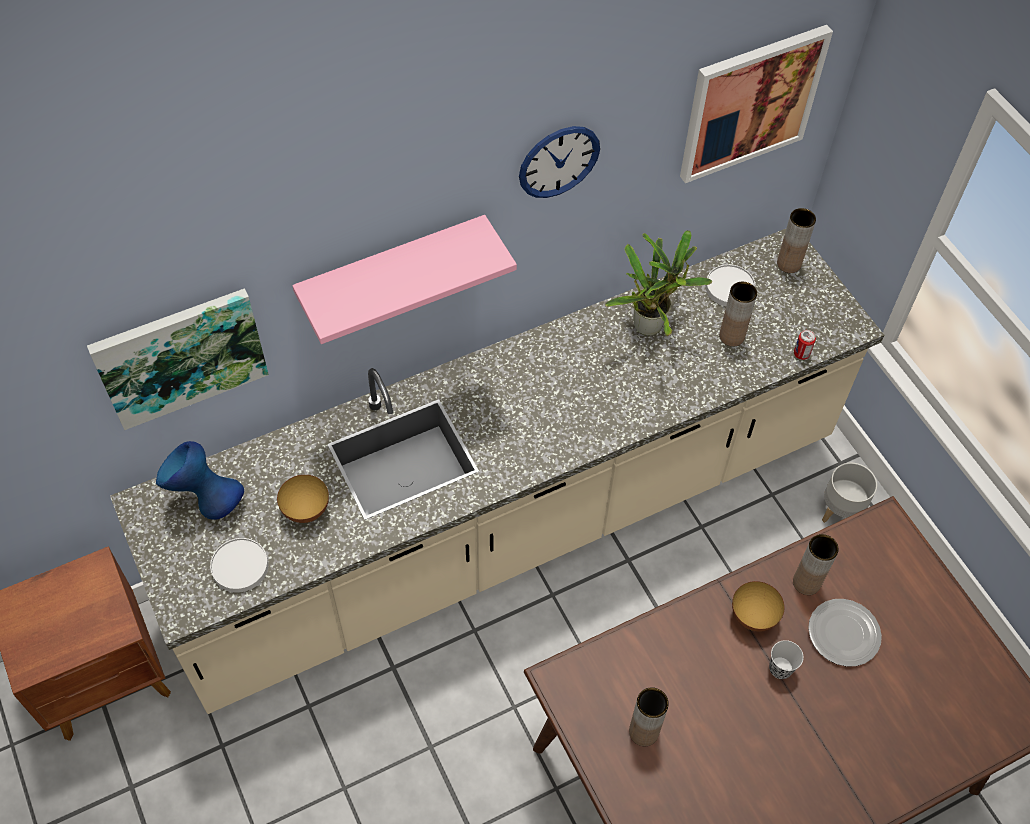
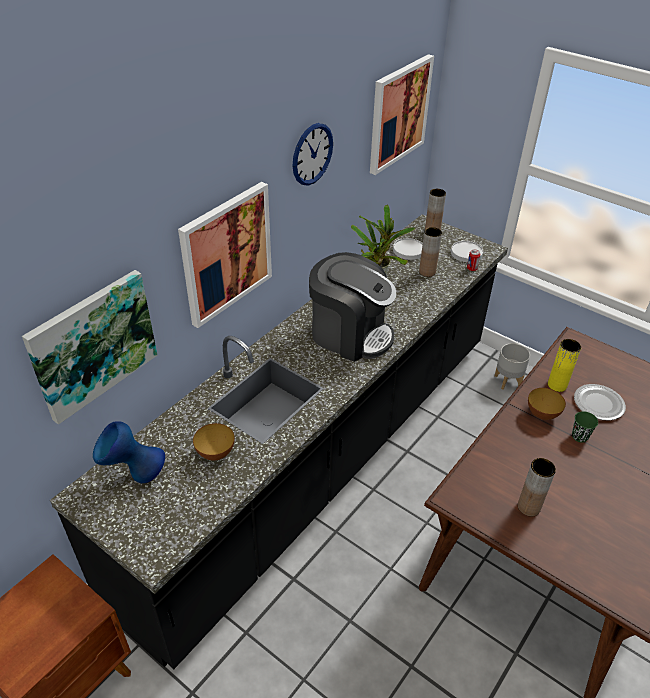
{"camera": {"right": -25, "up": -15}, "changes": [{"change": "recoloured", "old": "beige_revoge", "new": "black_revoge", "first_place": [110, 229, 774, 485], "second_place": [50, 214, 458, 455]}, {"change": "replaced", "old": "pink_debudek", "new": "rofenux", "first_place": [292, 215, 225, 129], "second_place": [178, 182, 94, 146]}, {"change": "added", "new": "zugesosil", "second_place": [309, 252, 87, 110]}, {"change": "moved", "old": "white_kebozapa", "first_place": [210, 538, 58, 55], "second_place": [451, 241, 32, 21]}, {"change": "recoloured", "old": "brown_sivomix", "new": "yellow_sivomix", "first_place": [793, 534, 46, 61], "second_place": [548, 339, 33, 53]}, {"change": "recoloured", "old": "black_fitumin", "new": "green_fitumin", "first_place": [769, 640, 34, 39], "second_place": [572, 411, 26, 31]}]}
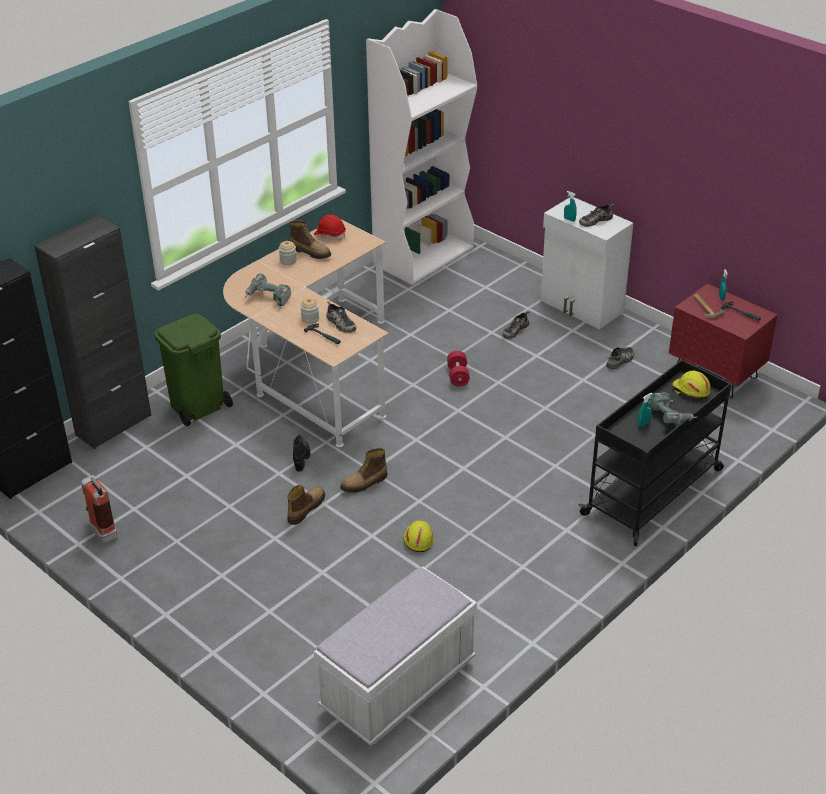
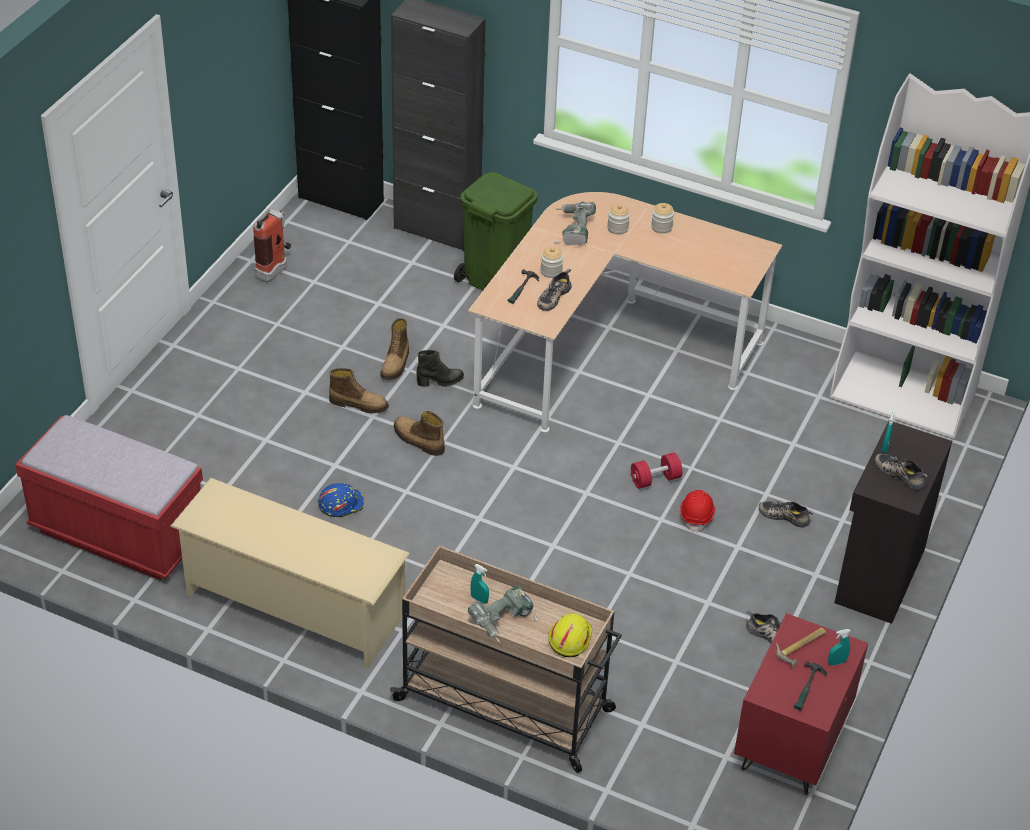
{"camera": {"right": 70, "up": 5}, "changes": [{"change": "recoloured", "old": "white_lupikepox", "new": "red_lupikepox", "first_place": [314, 567, 163, 179], "second_place": [15, 415, 188, 165]}, {"change": "added", "new": "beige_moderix", "second_place": [170, 478, 240, 190]}, {"change": "recoloured", "old": "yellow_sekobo", "new": "blue_sekobo", "first_place": [403, 521, 31, 31], "second_place": [318, 483, 46, 34]}, {"change": "moved", "old": "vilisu", "first_place": [290, 220, 41, 39], "second_place": [380, 318, 29, 62]}, {"change": "recoloured", "old": "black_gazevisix", "new": "beige_gazevisix", "first_place": [578, 359, 153, 187], "second_place": [390, 546, 232, 227]}, {"change": "added", "new": "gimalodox", "second_place": [607, 204, 23, 31]}, {"change": "moved", "old": "red_sekobo", "first_place": [314, 215, 32, 25], "second_place": [680, 490, 35, 42]}, {"change": "recoloured", "old": "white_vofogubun", "new": "black_vofogubun", "first_place": [541, 197, 92, 132], "second_place": [834, 421, 118, 203]}]}
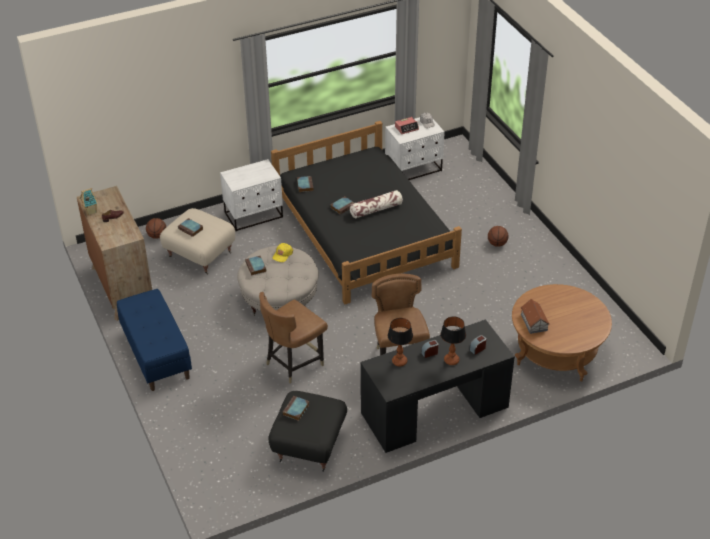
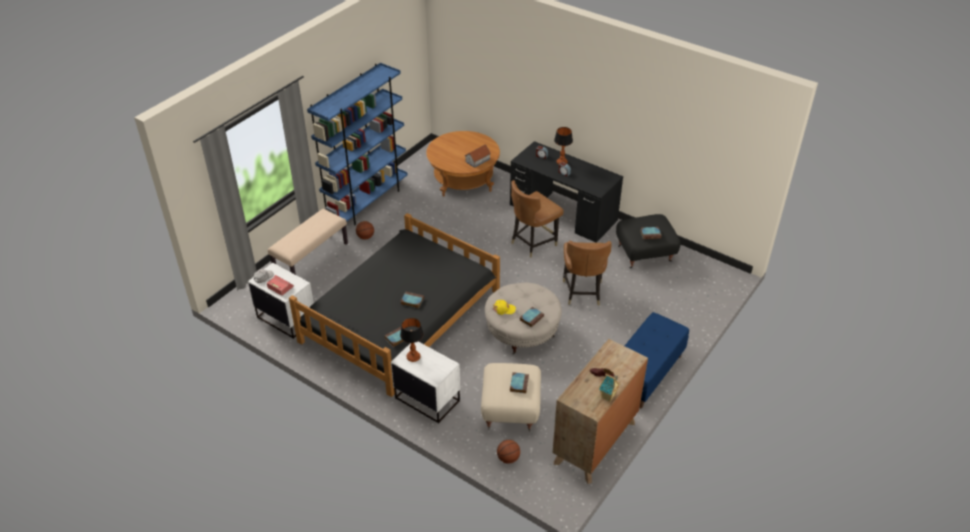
{"camera": {"right": -120, "up": 0}, "changes": [{"change": "added", "new": "beige_lupikepox", "second_place": [268, 209, 80, 66]}, {"change": "added", "new": "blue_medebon", "second_place": [307, 63, 101, 163]}, {"change": "moved", "old": "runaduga", "first_place": [388, 318, 25, 49], "second_place": [400, 318, 24, 44]}, {"change": "turned", "old": "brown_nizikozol", "first_place": [259, 292, 69, 91], "second_place": [563, 241, 49, 64], "degrees": 75}, {"change": "removed", "old": "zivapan", "first_place": [350, 190, 53, 28]}]}
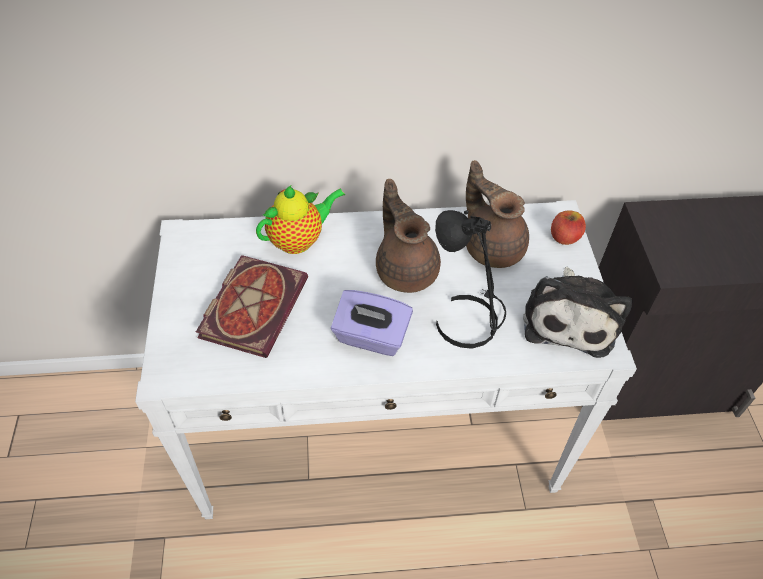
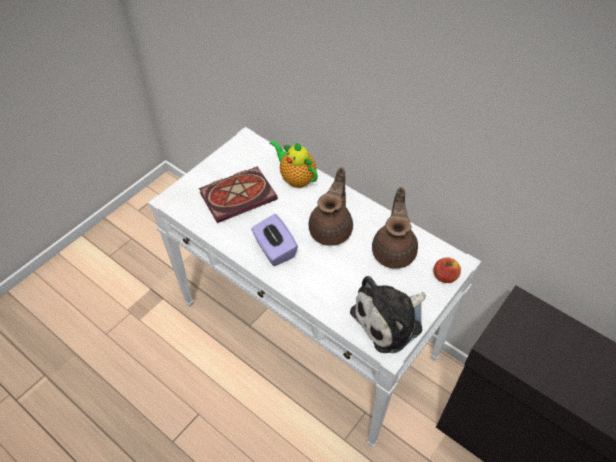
{"camera": {"right": 45, "up": 0}, "changes": [{"change": "turned", "old": "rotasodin", "first_place": [256, 185, 89, 69], "second_place": [269, 140, 49, 48], "degrees": -150}, {"change": "removed", "old": "black_runaduga", "first_place": [435, 210, 71, 139]}]}
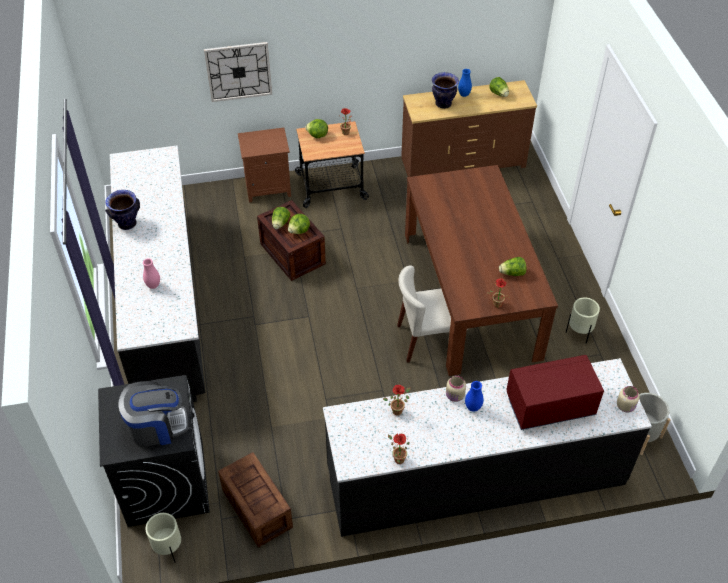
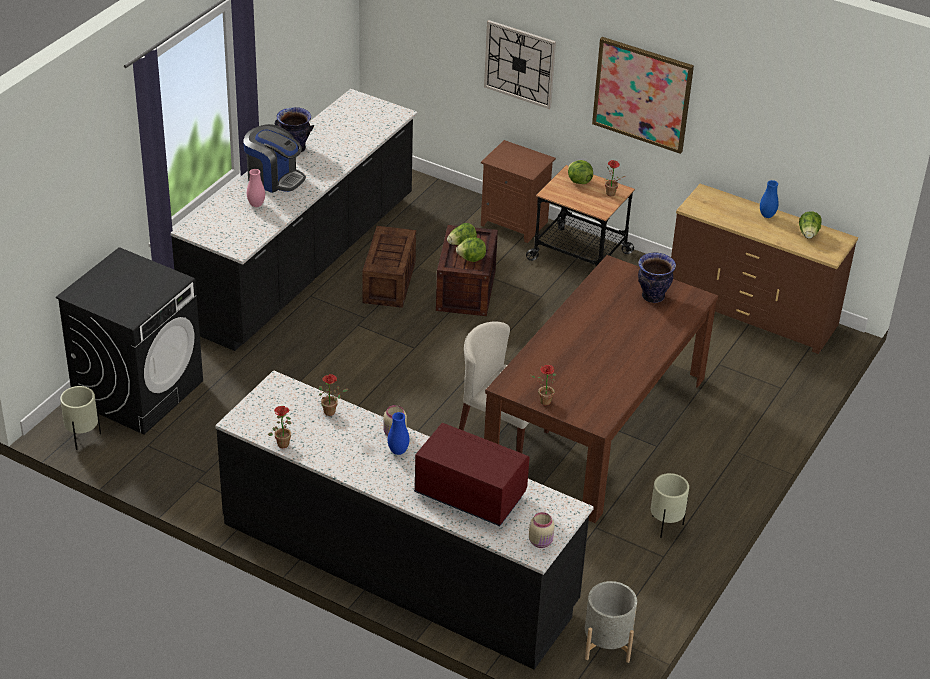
{"camera": {"right": 40, "up": -10}, "changes": [{"change": "moved", "old": "zugesosil", "first_place": [118, 381, 71, 65], "second_place": [243, 124, 63, 69]}, {"change": "moved", "old": "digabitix", "first_place": [218, 452, 75, 96], "second_place": [363, 226, 53, 82]}, {"change": "added", "new": "rofenux", "second_place": [592, 37, 102, 117]}, {"change": "moved", "old": "sivomix", "first_place": [432, 72, 27, 37], "second_place": [638, 253, 38, 50]}, {"change": "removed", "old": "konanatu", "first_place": [499, 257, 27, 19]}]}
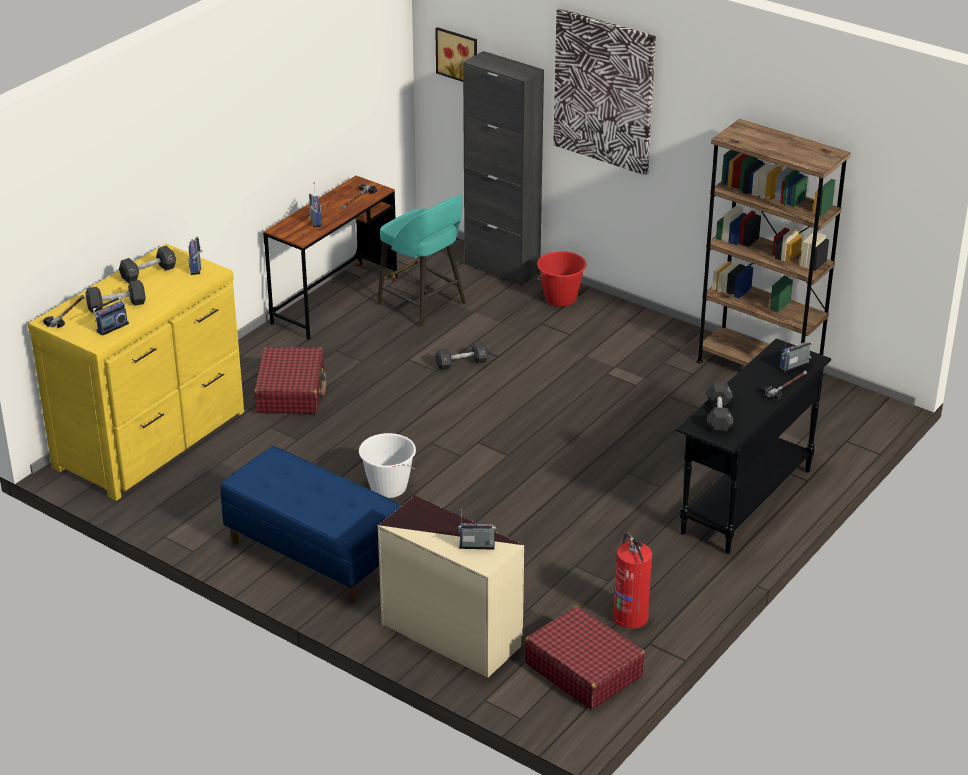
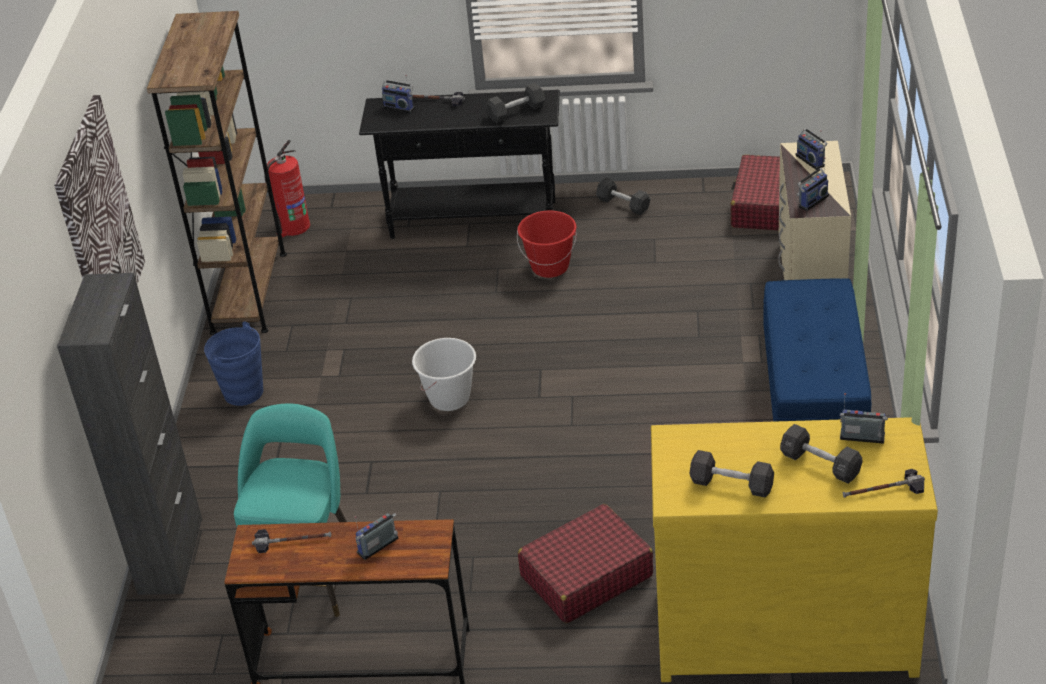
{"camera": {"right": -120, "up": 5}, "changes": [{"change": "added", "new": "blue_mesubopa", "second_place": [204, 321, 59, 85]}, {"change": "moved", "old": "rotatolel", "first_place": [613, 532, 39, 97], "second_place": [264, 140, 46, 98]}, {"change": "moved", "old": "white_mesubopa", "first_place": [359, 433, 57, 65], "second_place": [412, 338, 64, 73]}, {"change": "moved", "old": "red_mesubopa", "first_place": [537, 251, 50, 56], "second_place": [517, 211, 60, 67]}, {"change": "moved", "old": "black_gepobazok", "first_place": [435, 341, 53, 30], "second_place": [596, 178, 54, 37]}, {"change": "moved", "old": "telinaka", "first_place": [188, 237, 15, 38], "second_place": [797, 157, 32, 54]}, {"change": "removed", "old": "rofenux", "first_place": [435, 27, 42, 55]}]}
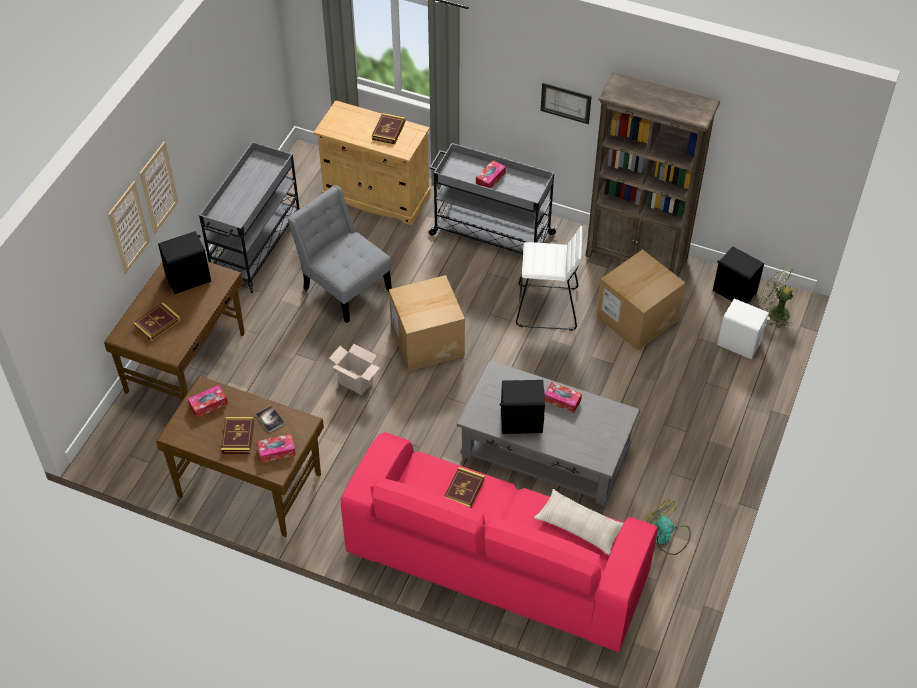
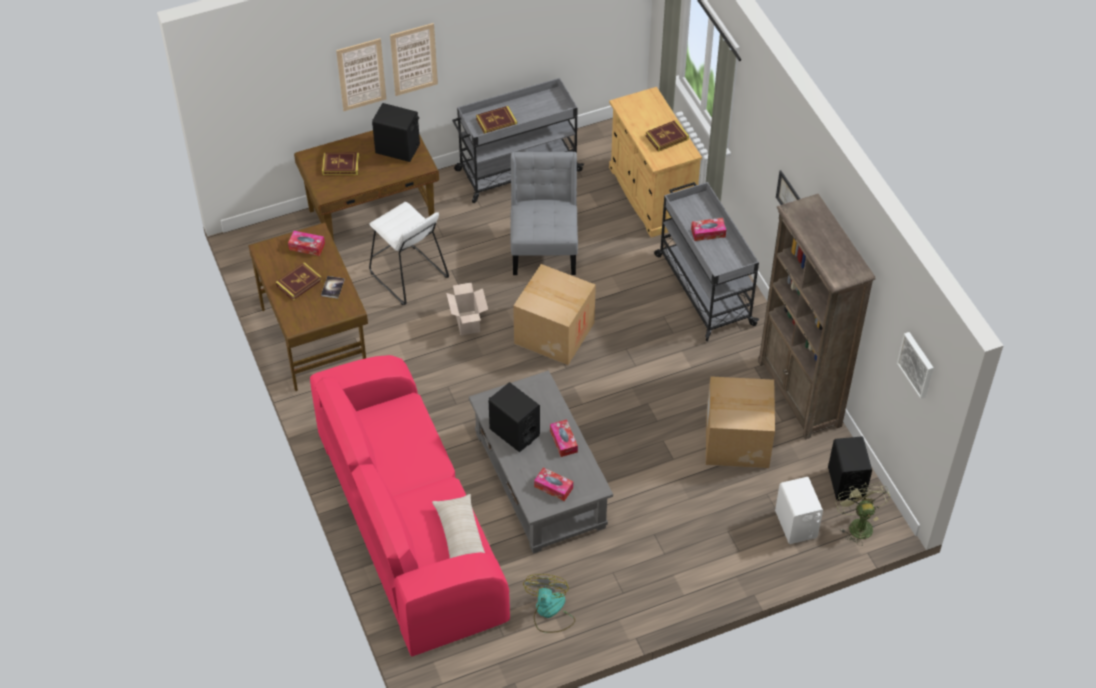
{"camera": {"right": 45, "up": 0}, "changes": [{"change": "moved", "old": "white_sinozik", "first_place": [516, 226, 66, 105], "second_place": [369, 202, 80, 103]}, {"change": "moved", "old": "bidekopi", "first_place": [444, 467, 41, 41], "second_place": [476, 106, 41, 28]}, {"change": "moved", "old": "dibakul", "first_place": [257, 434, 39, 29], "second_place": [534, 467, 39, 34]}, {"change": "added", "new": "rofenux", "second_place": [897, 332, 37, 67]}]}
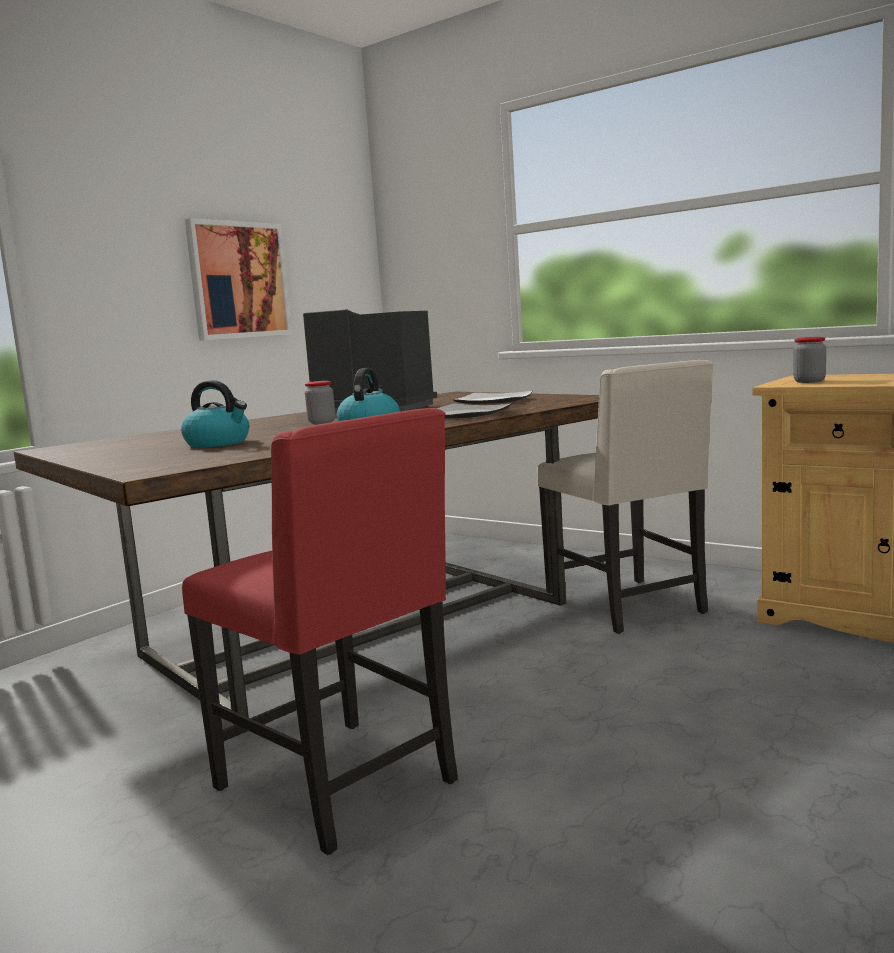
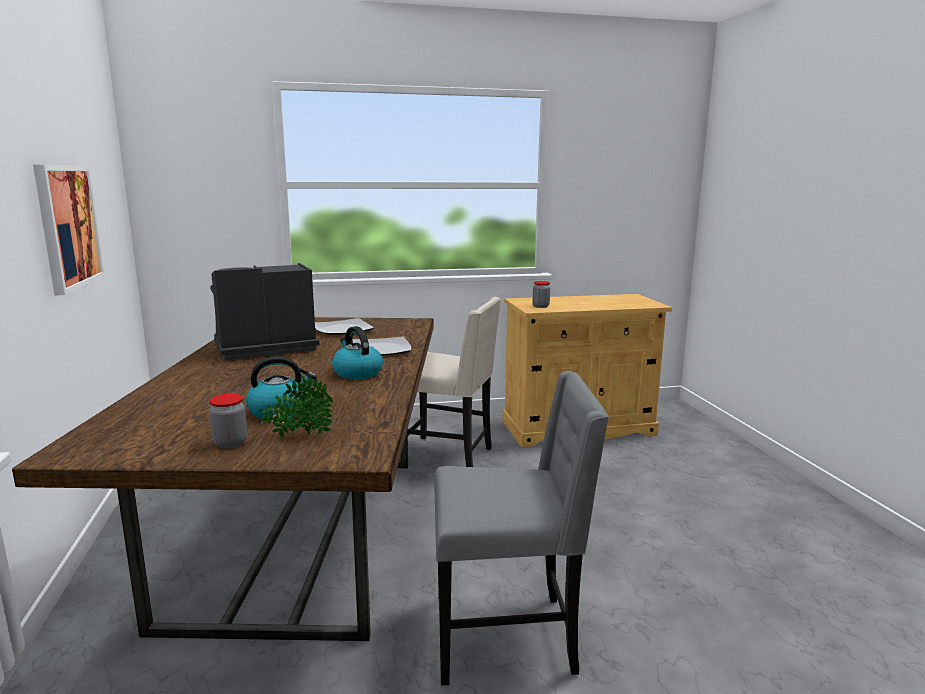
{"camera": {"right": -50, "up": 5}, "changes": [{"change": "moved", "old": "gimalodox", "first_place": [305, 381, 30, 43], "second_place": [209, 394, 38, 55]}, {"change": "added", "new": "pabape", "second_place": [260, 376, 73, 62]}, {"change": "recoloured", "old": "red_nizikozol", "new": "grey_nizikozol", "first_place": [182, 408, 276, 447], "second_place": [434, 371, 175, 314]}]}
